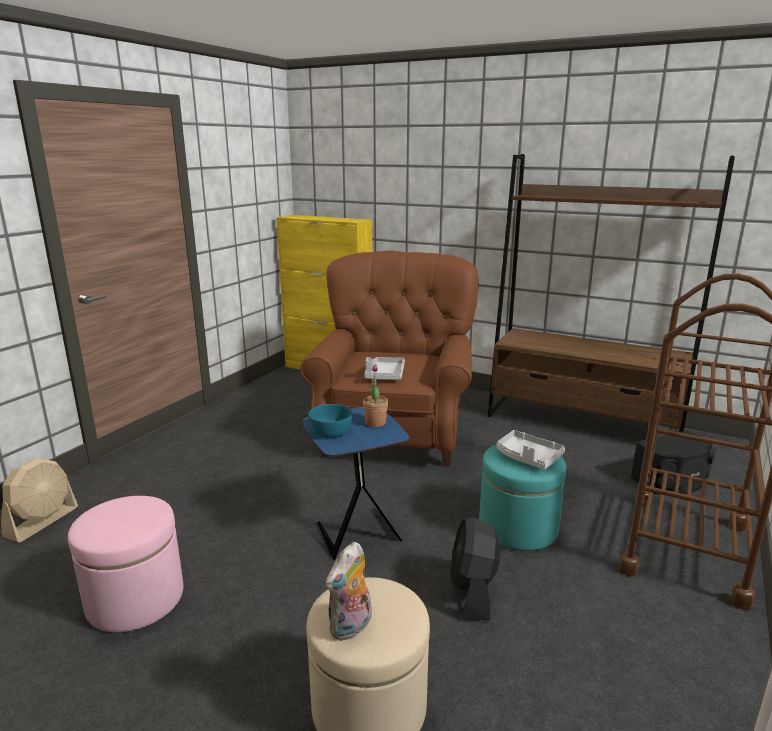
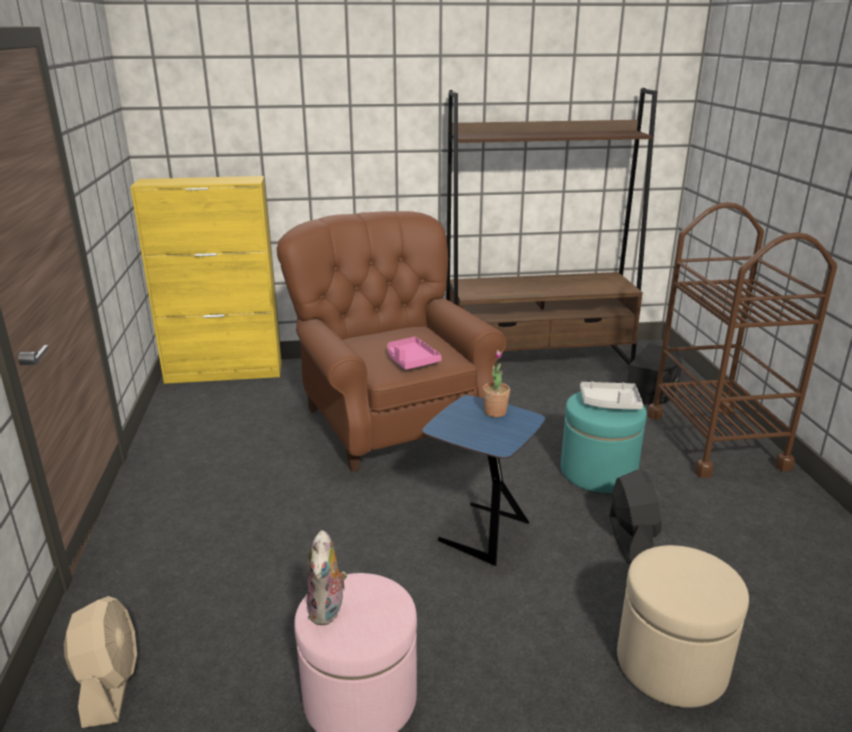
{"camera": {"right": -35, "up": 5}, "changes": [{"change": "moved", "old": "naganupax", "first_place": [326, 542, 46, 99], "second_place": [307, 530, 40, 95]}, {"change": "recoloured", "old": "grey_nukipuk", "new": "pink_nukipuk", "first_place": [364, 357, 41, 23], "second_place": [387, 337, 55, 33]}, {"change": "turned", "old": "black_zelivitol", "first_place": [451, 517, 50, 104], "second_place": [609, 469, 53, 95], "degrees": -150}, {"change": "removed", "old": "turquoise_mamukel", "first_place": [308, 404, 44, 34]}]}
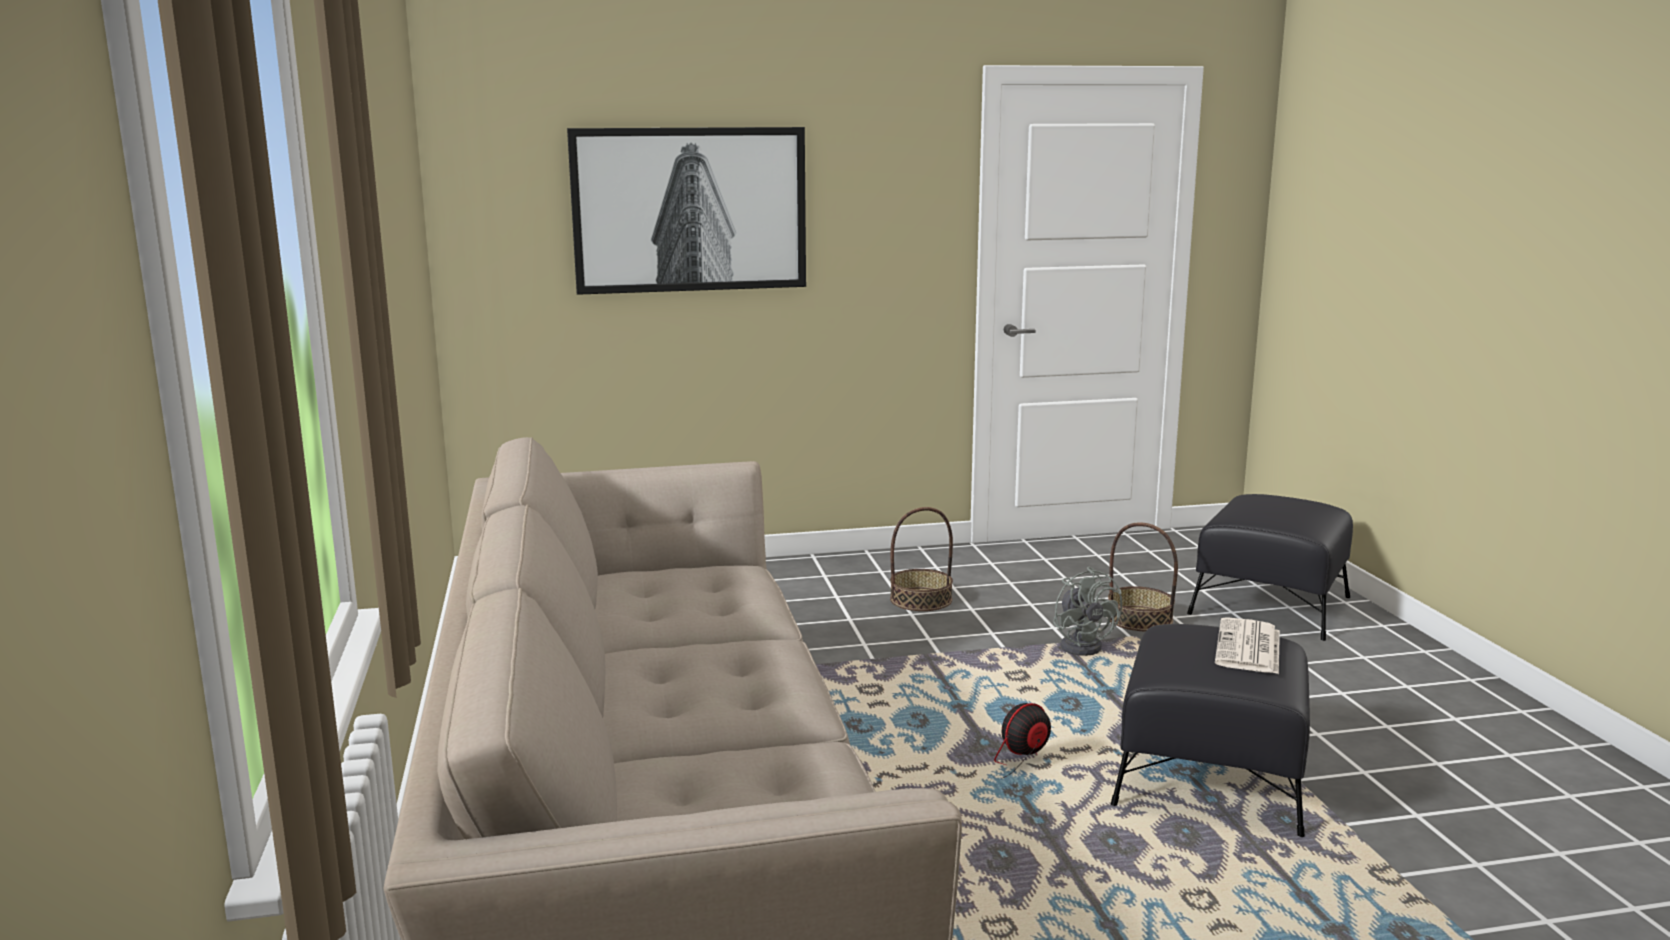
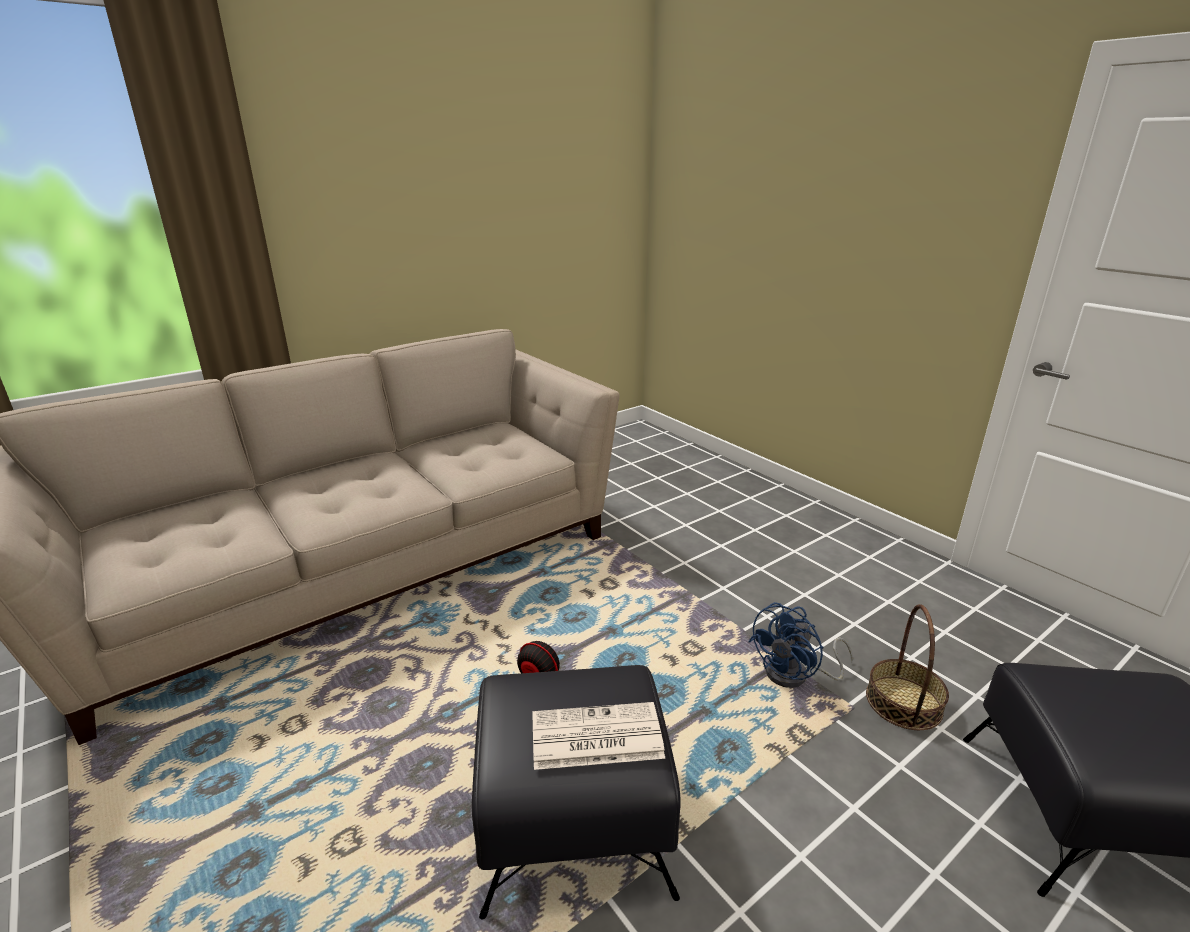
{"camera": {"right": 65, "up": 10}, "changes": [{"change": "recoloured", "old": "grey_zelivitol", "new": "blue_zelivitol", "first_place": [1053, 567, 69, 89], "second_place": [748, 602, 105, 86]}, {"change": "removed", "old": "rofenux", "first_place": [567, 127, 239, 168]}, {"change": "removed", "old": "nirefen", "first_place": [890, 507, 63, 104]}]}
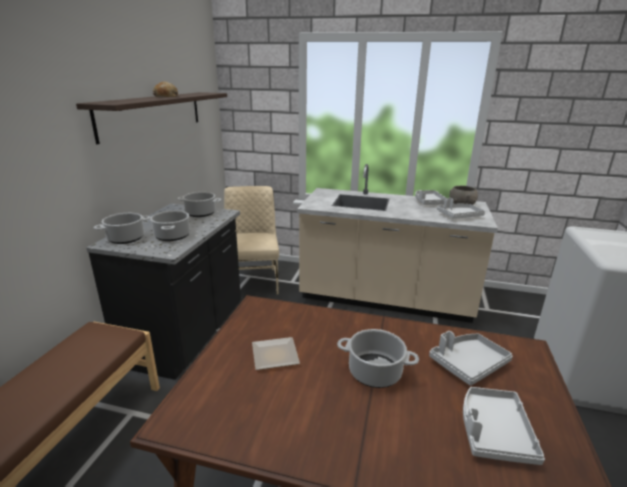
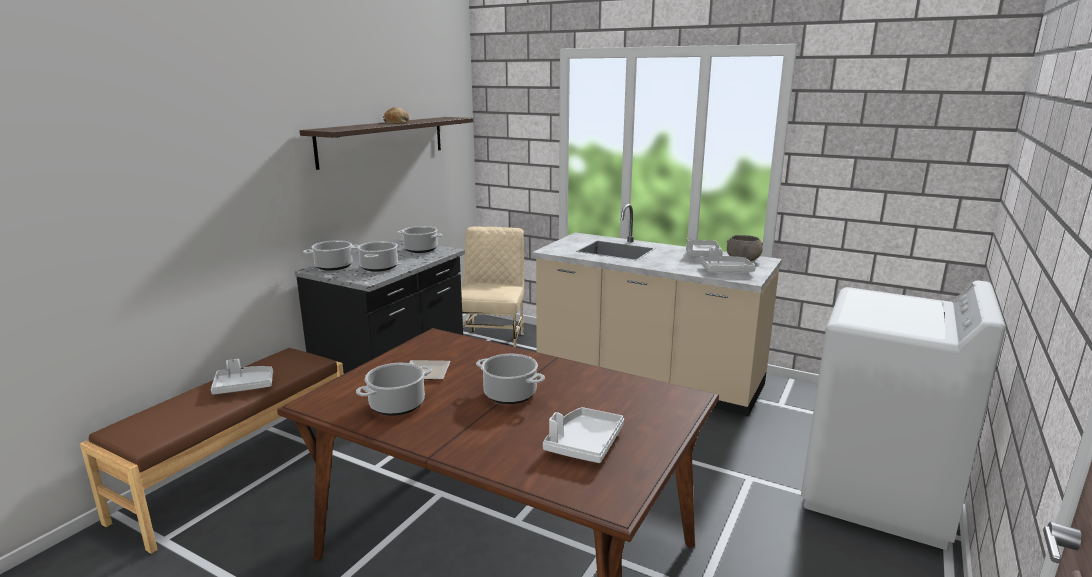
{"camera": {"right": 15, "up": -5}, "changes": [{"change": "moved", "old": "grey_nukipuk", "first_place": [429, 331, 84, 55], "second_place": [211, 359, 62, 36]}, {"change": "added", "new": "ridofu", "second_place": [356, 363, 76, 53]}]}
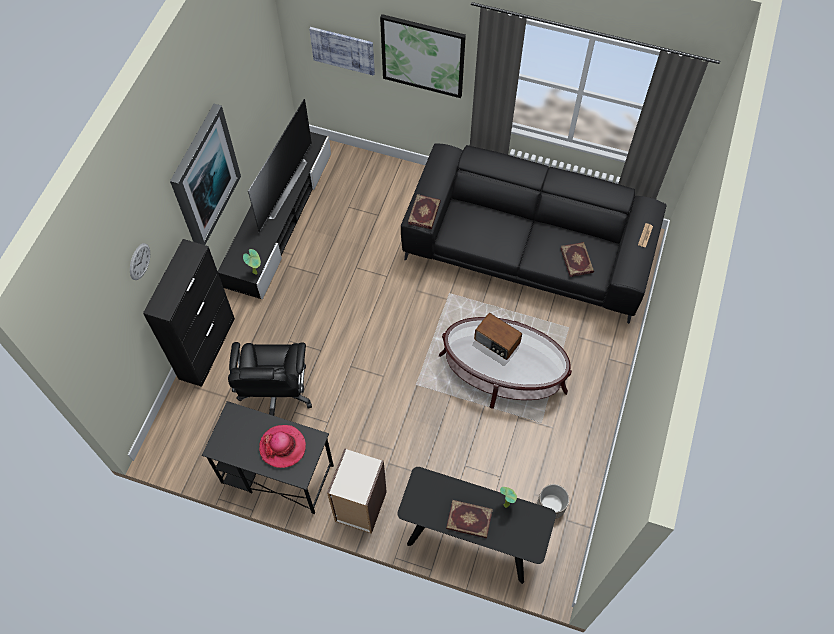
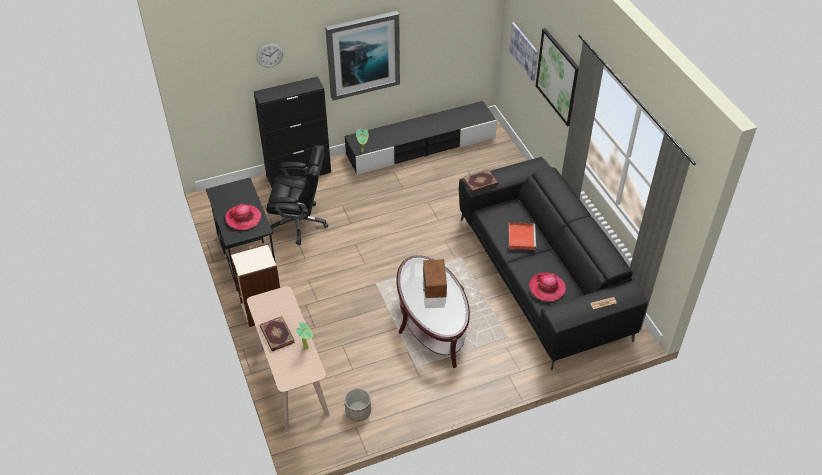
{"camera": {"right": 50, "up": -15}, "changes": [{"change": "recoloured", "old": "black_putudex", "new": "beige_putudex", "first_place": [397, 467, 159, 117], "second_place": [247, 286, 83, 144]}, {"change": "turned", "old": "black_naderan", "first_place": [228, 342, 84, 74], "second_place": [266, 145, 62, 100], "degrees": -135}, {"change": "added", "new": "red_nukipuk", "second_place": [508, 222, 28, 28]}, {"change": "replaced", "old": "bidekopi", "new": "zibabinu", "first_place": [560, 242, 34, 35], "second_place": [529, 272, 37, 29]}, {"change": "removed", "old": "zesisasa", "first_place": [248, 99, 64, 134]}]}
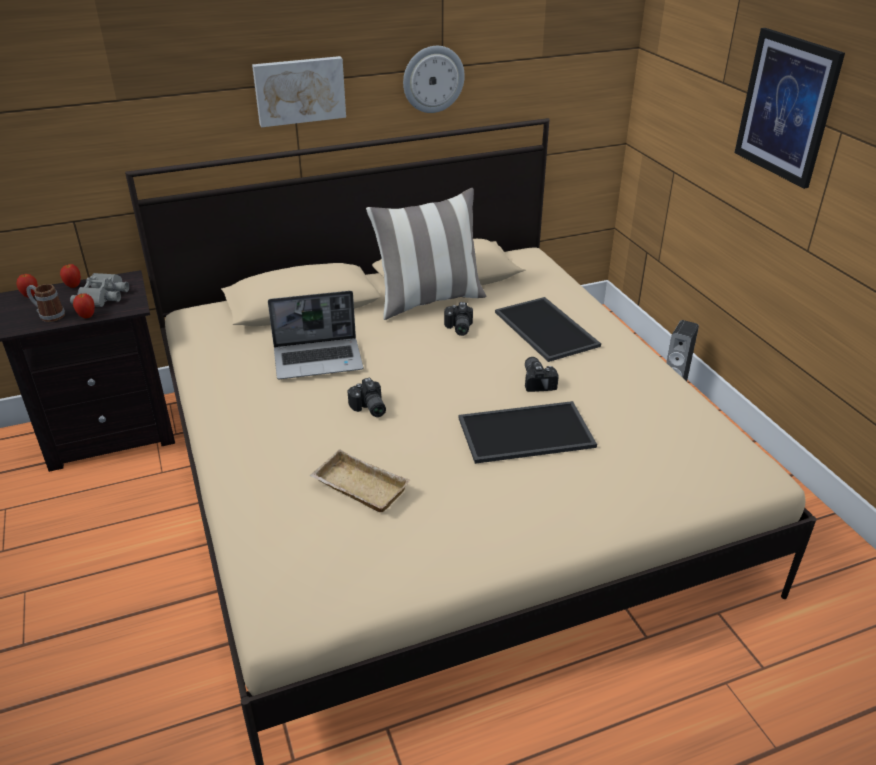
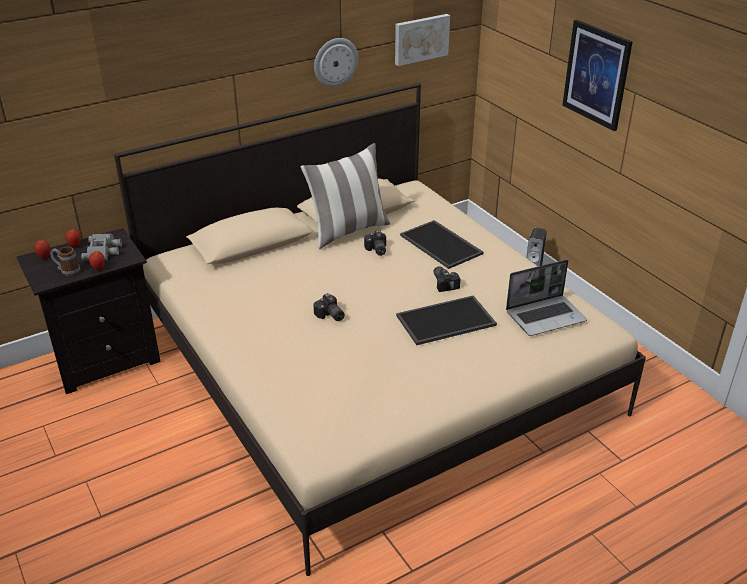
{"camera": {"right": -10, "up": 0}, "changes": [{"change": "moved", "old": "rofenux", "first_place": [252, 56, 94, 71], "second_place": [395, 14, 55, 52]}, {"change": "moved", "old": "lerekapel", "first_place": [268, 291, 95, 88], "second_place": [506, 260, 81, 76]}, {"change": "removed", "old": "beige_nukipuk", "first_place": [310, 449, 100, 63]}]}
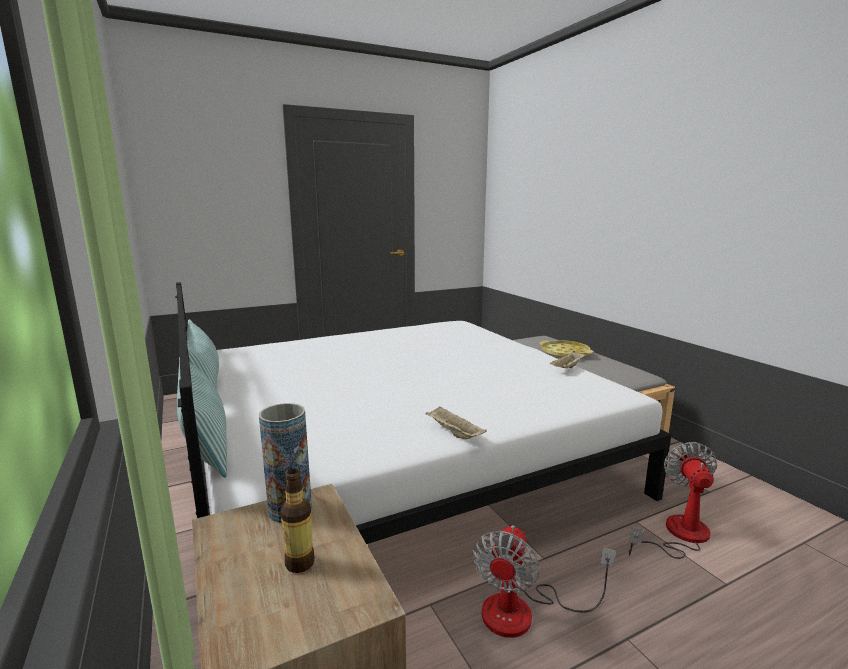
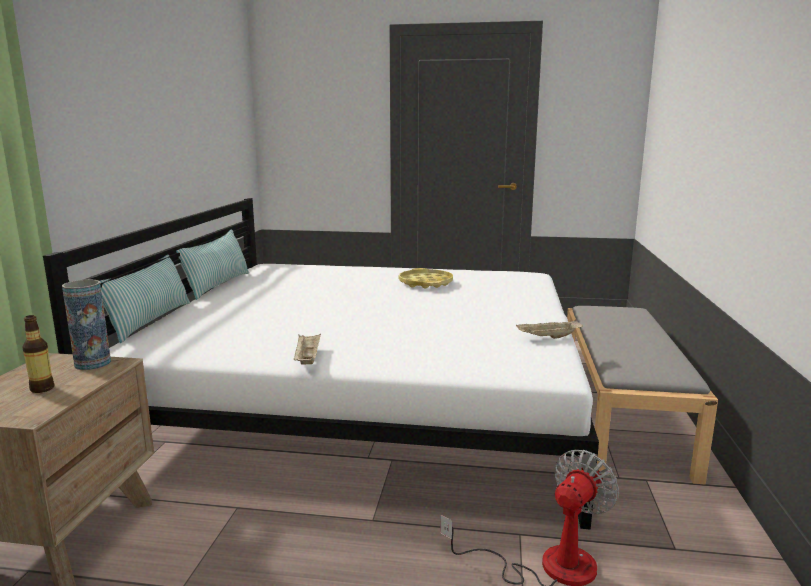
{"camera": {"right": 35, "up": 0}, "changes": [{"change": "moved", "old": "yellow_nukipuk", "first_place": [539, 340, 55, 18], "second_place": [399, 268, 54, 20]}, {"change": "removed", "old": "zelivitol", "first_place": [472, 525, 144, 113]}]}
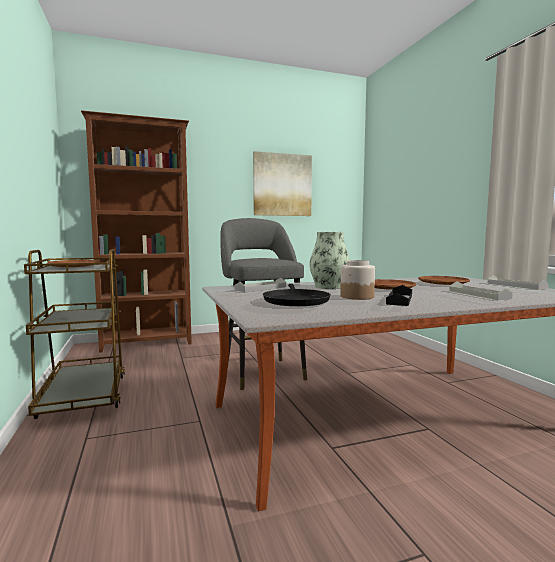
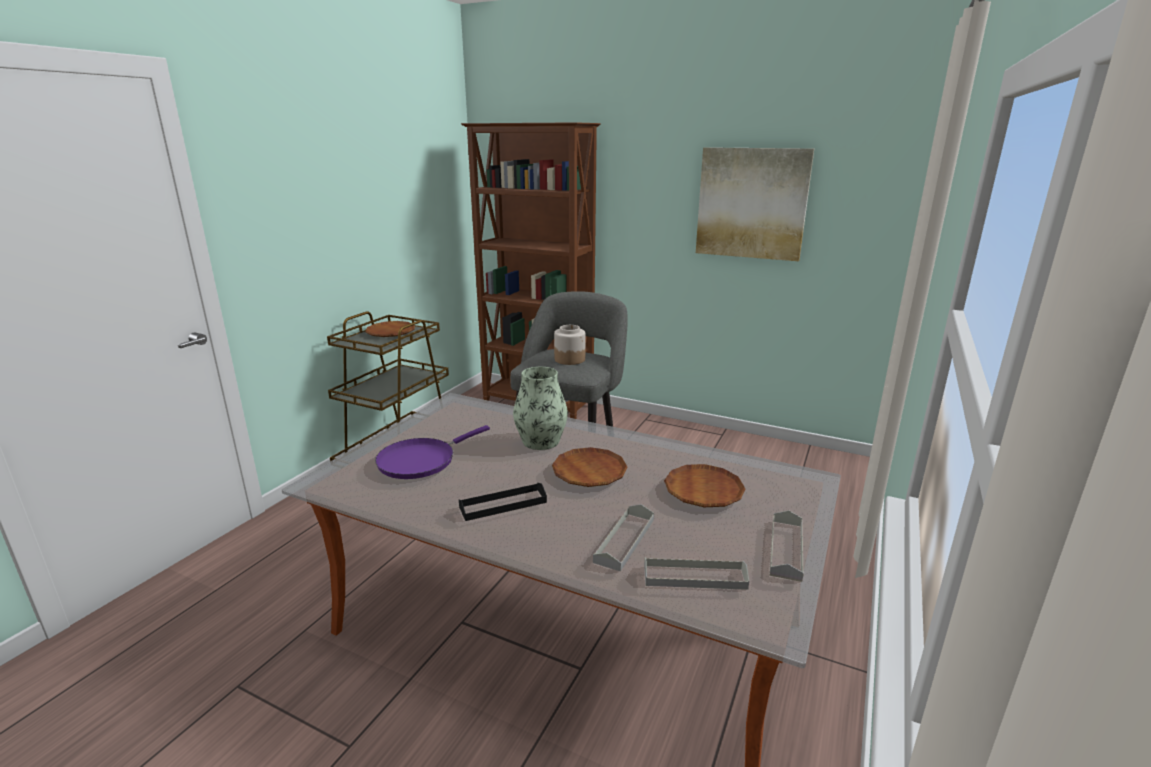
{"camera": {"right": 45, "up": 15}, "changes": [{"change": "recoloured", "old": "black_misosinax", "new": "purple_misosinax", "first_place": [263, 284, 68, 22], "second_place": [375, 425, 115, 54]}, {"change": "moved", "old": "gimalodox", "first_place": [340, 260, 35, 40], "second_place": [554, 325, 32, 40]}, {"change": "moved", "old": "grey_nukipuk", "first_place": [235, 278, 51, 14], "second_place": [644, 557, 105, 33]}]}
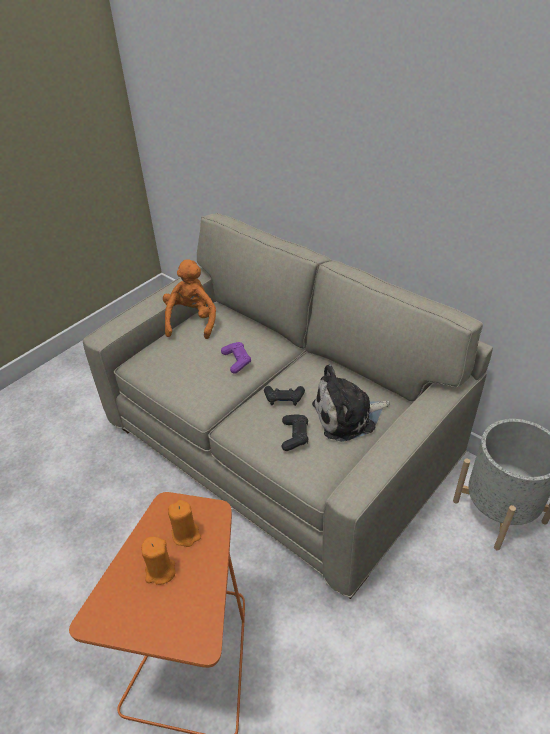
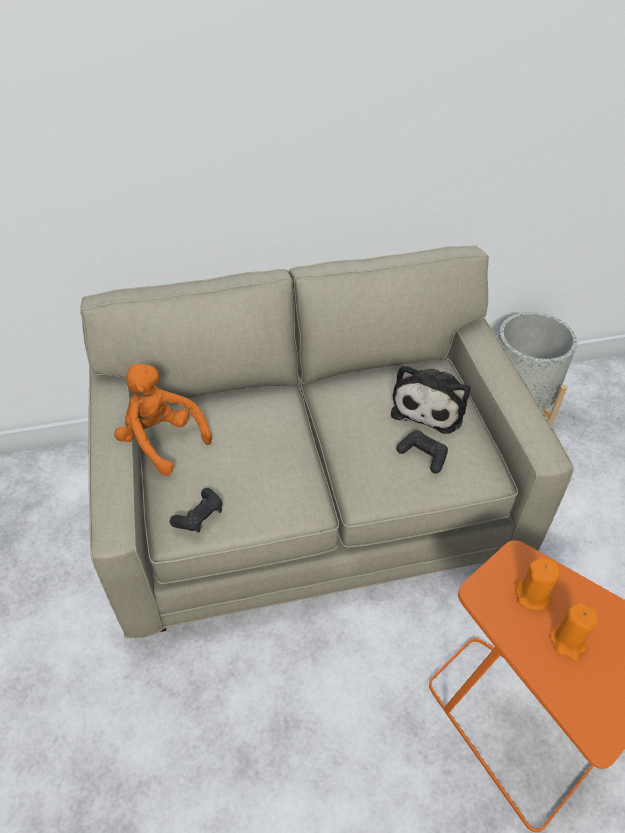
{"camera": {"right": -55, "up": 5}, "changes": [{"change": "moved", "old": "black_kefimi", "first_place": [264, 386, 41, 20], "second_place": [170, 488, 52, 45]}, {"change": "removed", "old": "purple_kefimi", "first_place": [221, 342, 30, 32]}]}
